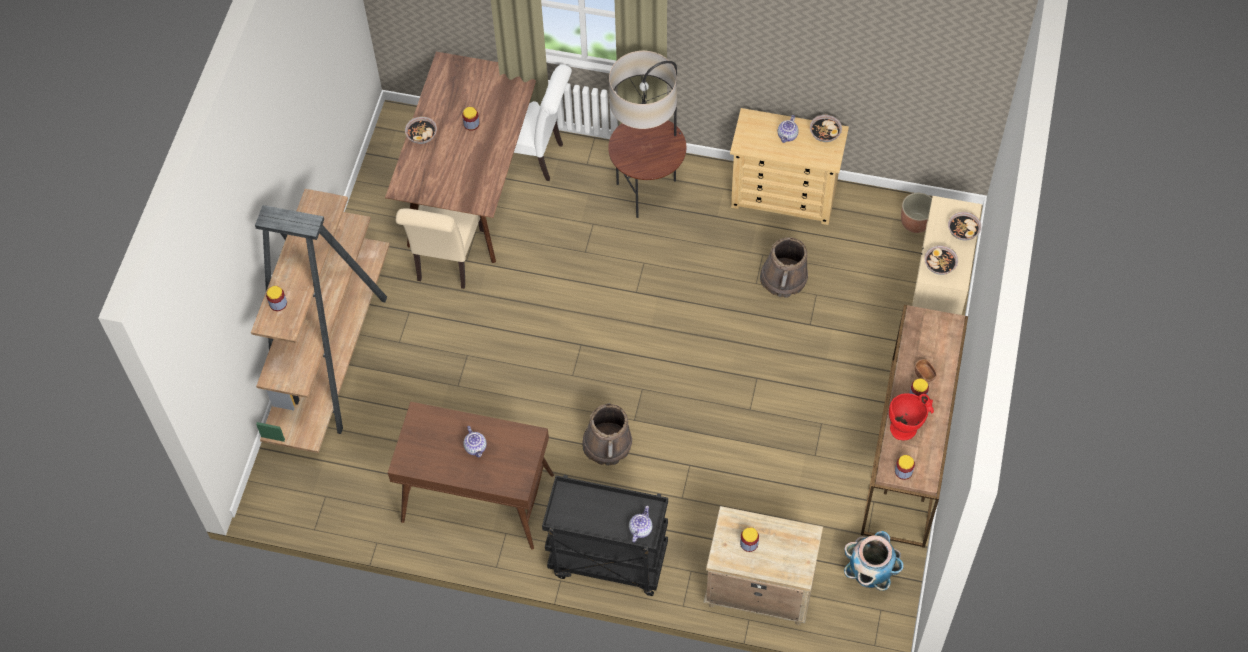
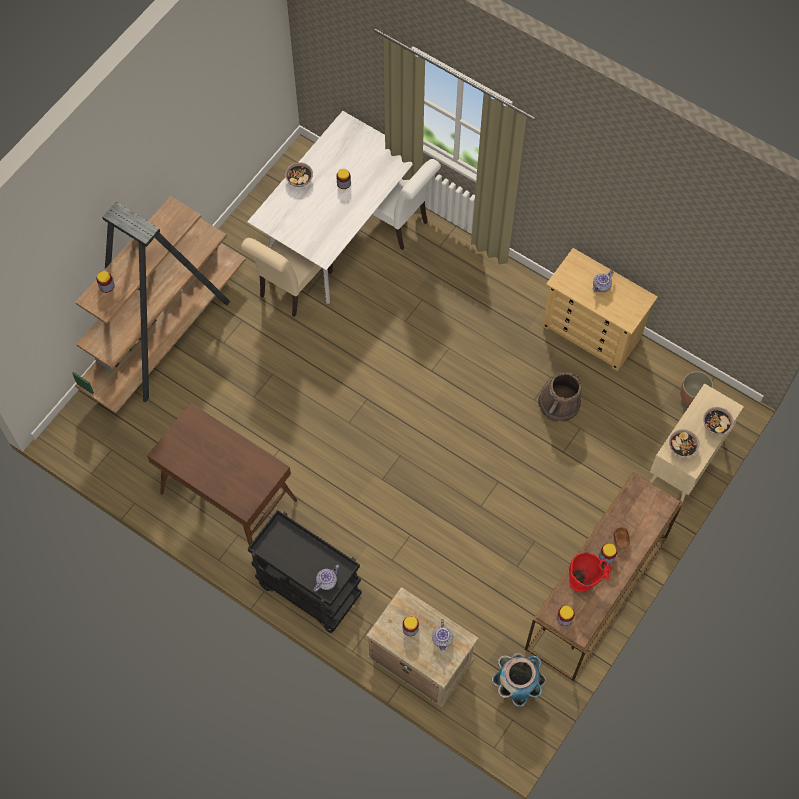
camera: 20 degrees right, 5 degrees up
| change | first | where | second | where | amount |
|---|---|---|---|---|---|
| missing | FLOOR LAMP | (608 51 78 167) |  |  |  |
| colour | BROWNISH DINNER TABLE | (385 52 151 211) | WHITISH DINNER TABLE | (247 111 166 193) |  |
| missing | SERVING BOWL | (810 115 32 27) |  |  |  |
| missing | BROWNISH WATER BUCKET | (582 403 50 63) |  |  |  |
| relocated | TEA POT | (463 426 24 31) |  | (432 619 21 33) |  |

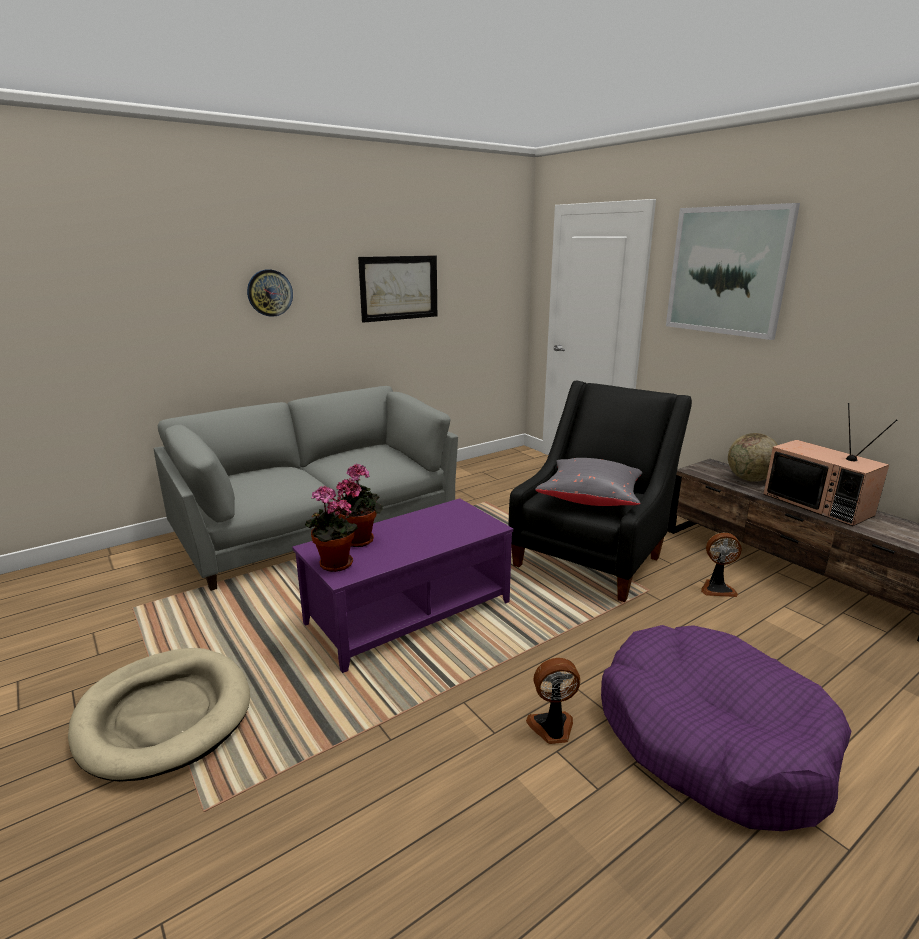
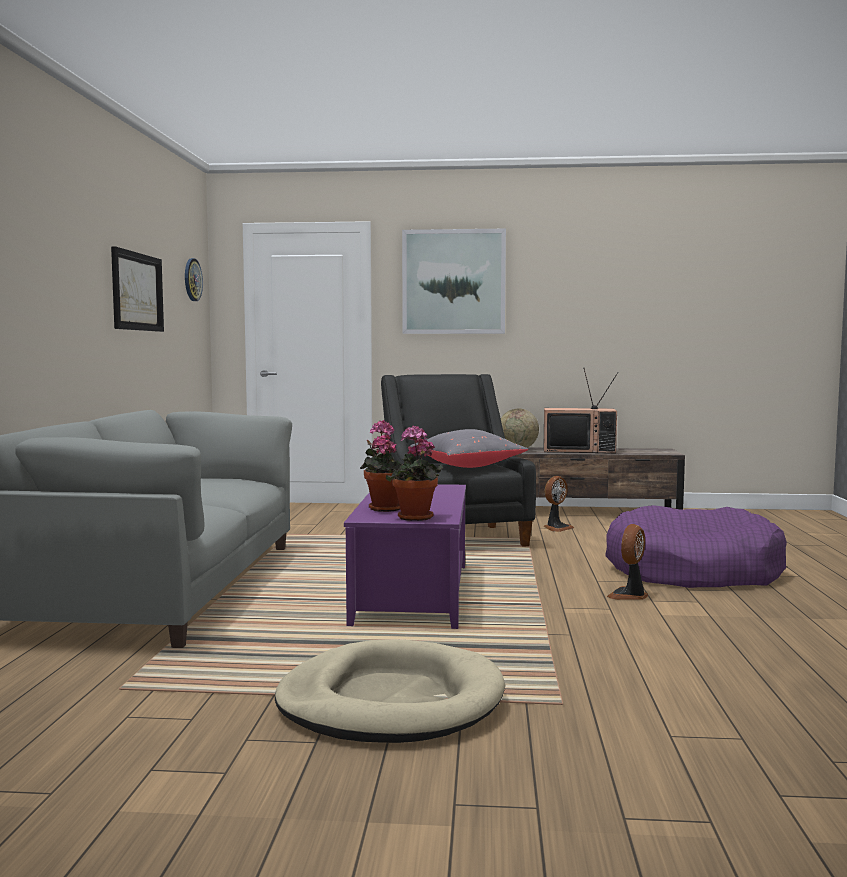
camera: 50 degrees left, 15 degrees down
| change | first | where | second | where | amount |
|---|---|---|---|---|---|
| relocated | HANGING CLOCK | (247 269 46 48) |  | (185 258 18 43) |  |

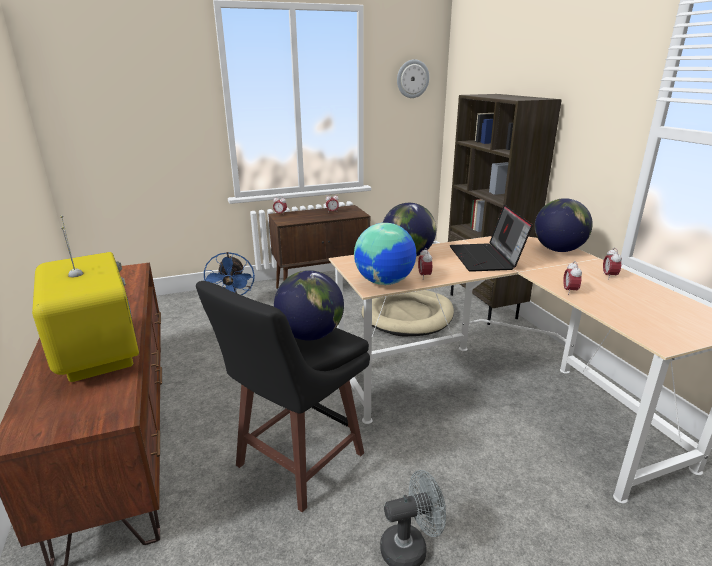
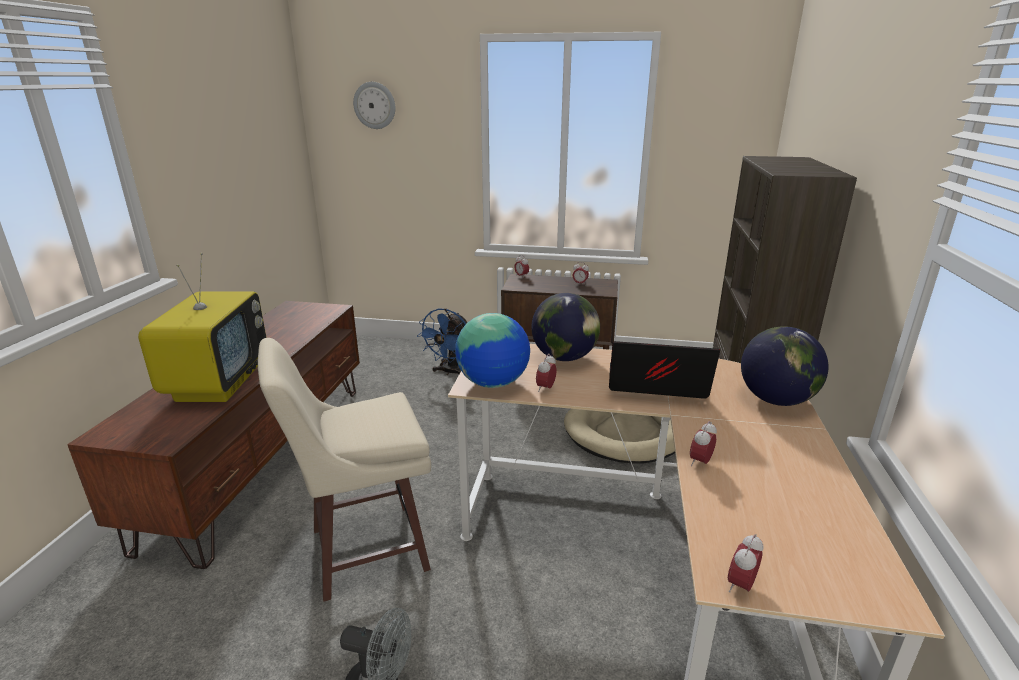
camera: 30 degrees right, 0 degrees up
| change | first | where | second | where | amount |
|---|---|---|---|---|---|
| relocated | HANGING CLOCK | (397 59 32 39) |  | (353 82 42 47) |  |
| spun | PORTABLE COMPUTER | (450 205 83 67) |  | (609 341 111 58) | 75 degrees clockwise |
| relocated | TABLE CLOCK | (603 248 19 32) |  | (728 534 36 58) |  |
| missing | DESK GLOBE | (274 270 70 70) |  |  |  |
| colour | BLACKISH STOOL SEAT | (196 281 174 232) | BEIGE-COLOURED STOOL SEAT | (258 338 173 264) |  |

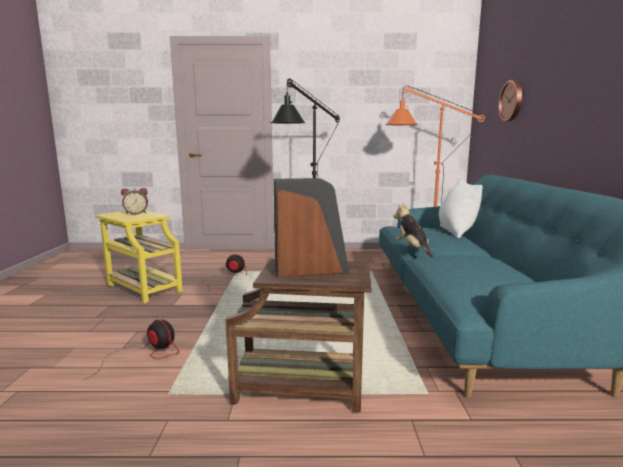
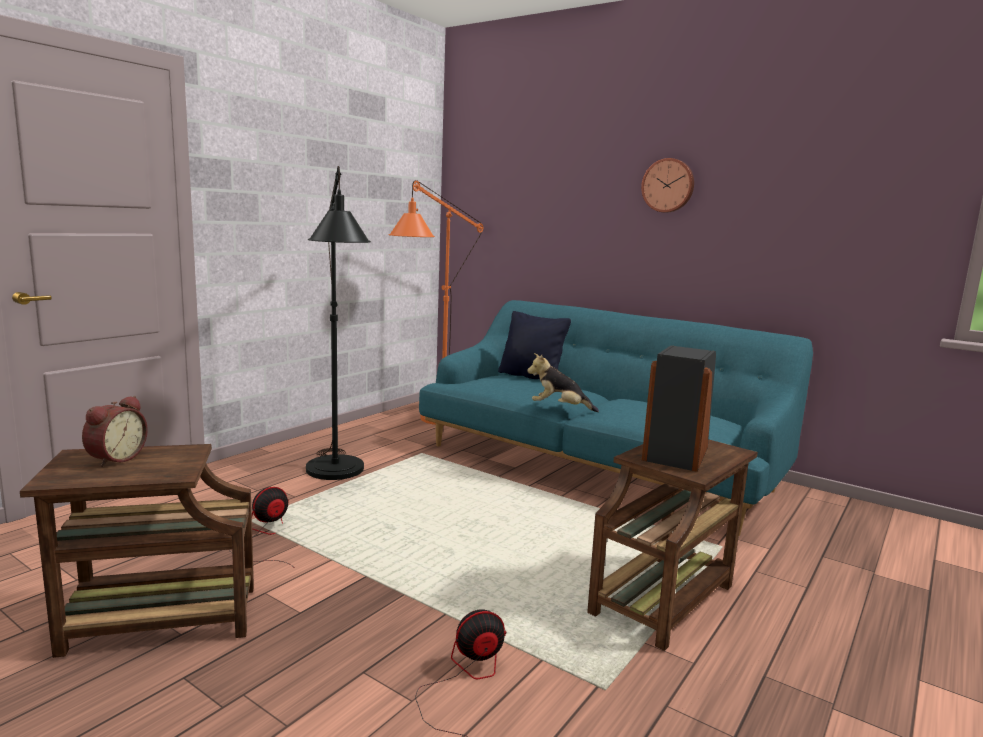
camera: 55 degrees left, 0 degrees up
| change | first | where | second | where | amount |
|---|---|---|---|---|---|
| relocated | HANGING CLOCK | (498 80 24 41) |  | (641 158 53 55) |  |
| colour | WHITISH THROW PILLOW | (439 180 44 58) | BLACKISH THROW PILLOW | (498 311 73 68) |  |
| colour | YELLOW-COLOURED ACCENT TABLE | (95 211 88 92) | BROWNISH ACCENT TABLE | (20 444 234 214) |  |

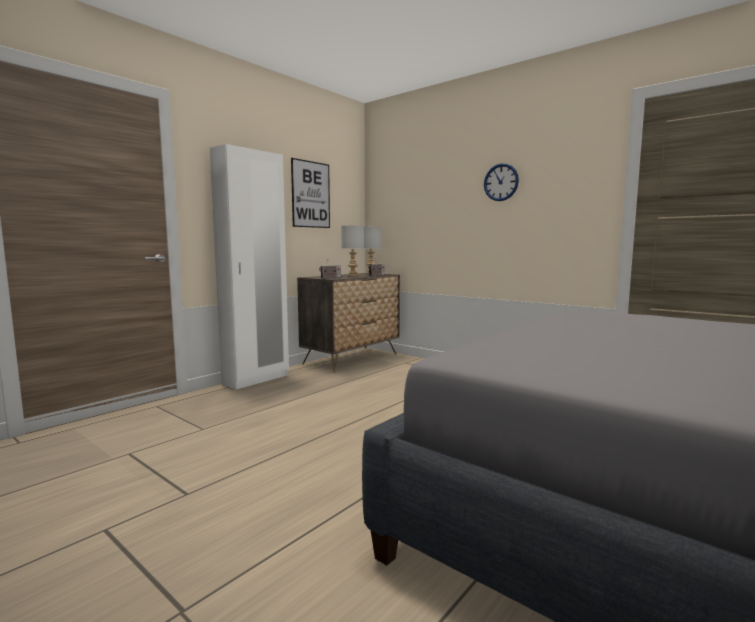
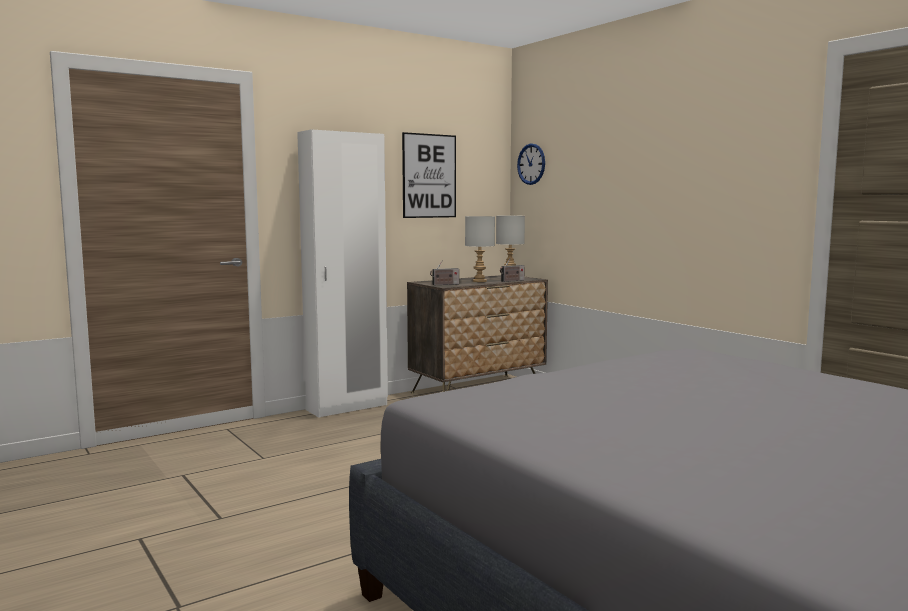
camera: 15 degrees right, 0 degrees up
| change | first | where | second | where | amount |
|---|---|---|---|---|---|
| relocated | HANGING CLOCK | (484 163 35 38) |  | (517 143 28 42) |  |

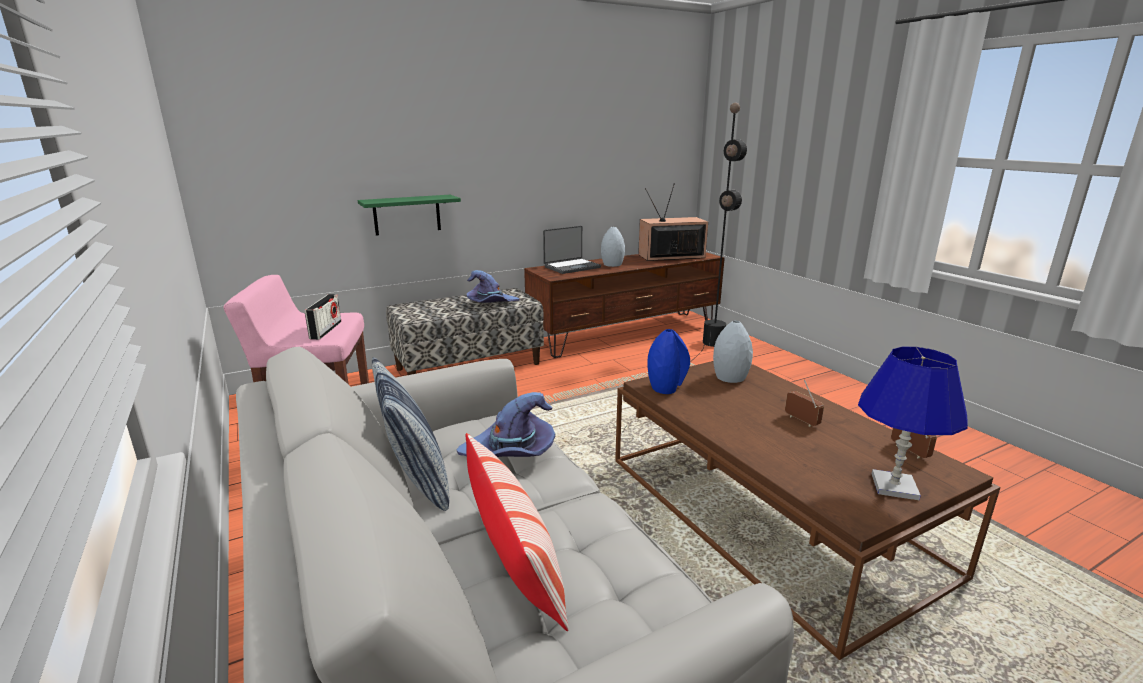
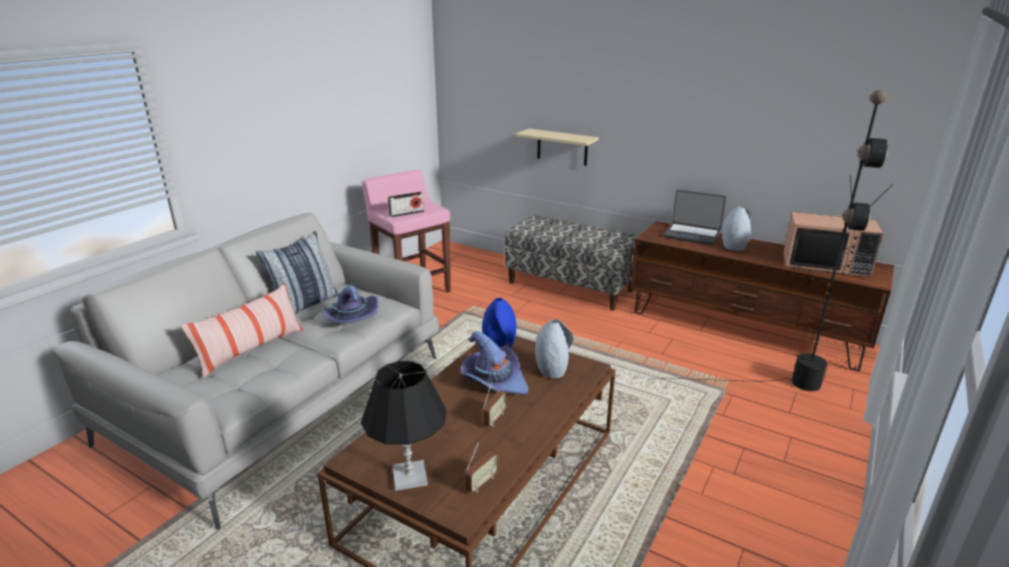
camera: 60 degrees right, 5 degrees up
| change | first | where | second | where | amount |
|---|---|---|---|---|---|
| spun | TV SET | (638 183 70 78) |  | (783 176 110 101) | 150 degrees clockwise |
| colour | GREENISH SHELF | (358 195 103 41) | BEIGE-COLOURED SHELF | (516 129 83 37) |  |
| relocated | PURPLE WEARABLE HAT | (467 270 53 33) |  | (461 331 68 64) |  |
| colour | BLUISH TABLETOP LAMP | (858 347 110 153) | BLACKISH TABLETOP LAMP | (361 361 86 130) |  |

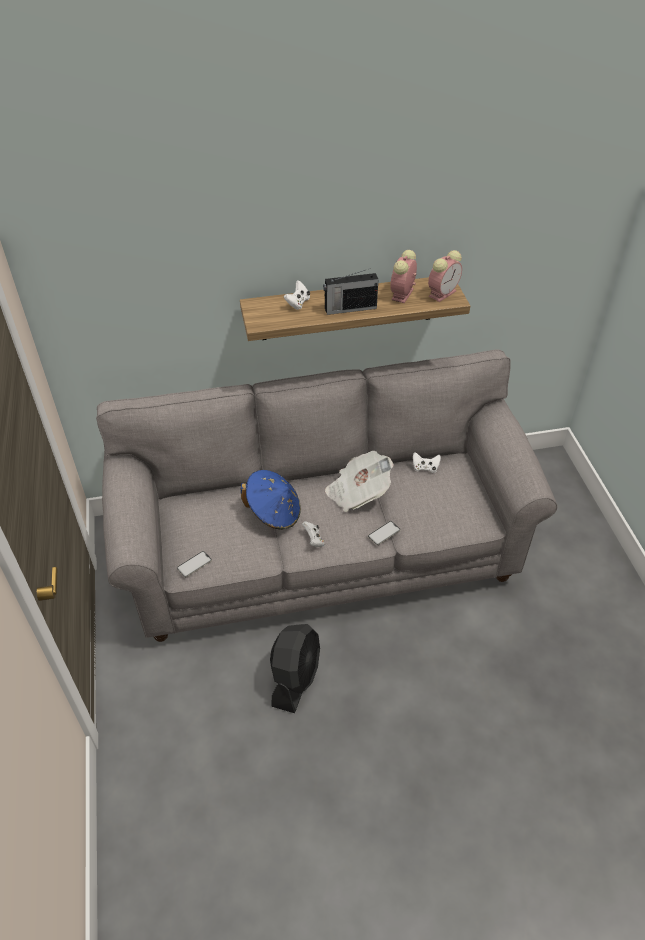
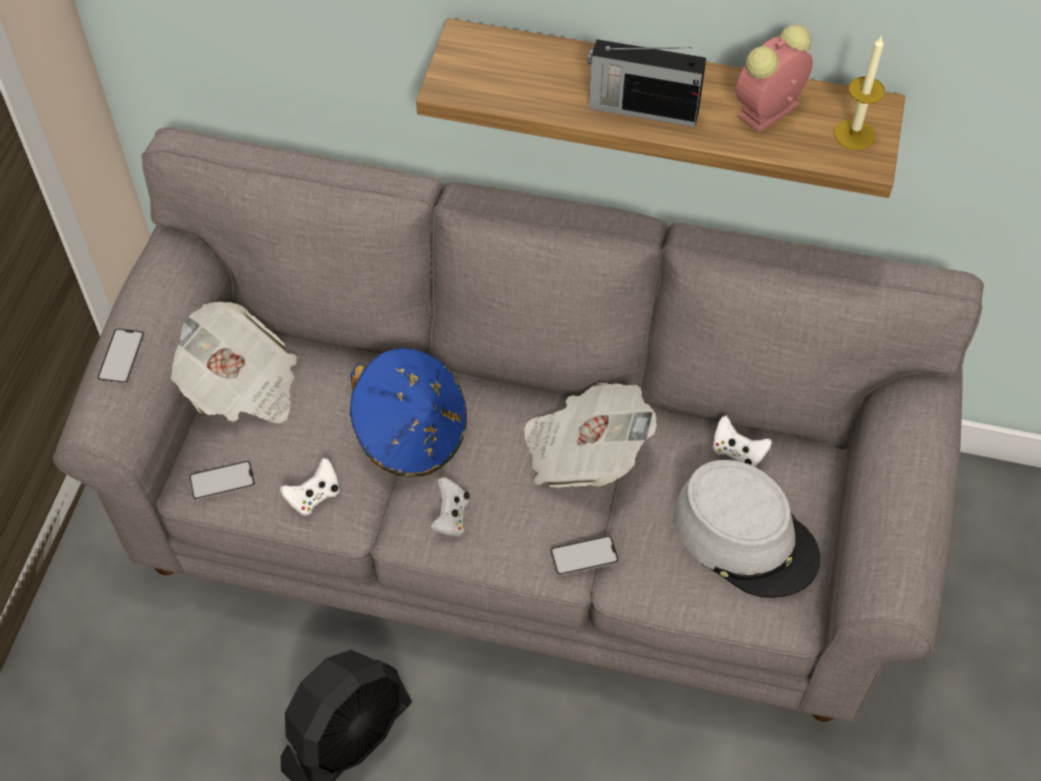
camera: 25 degrees right, 10 degrees up
| change | first | where | second | where | amount |
|---|---|---|---|---|---|
| exchanged | TABLE CLOCK | (428 250 34 52) | CANDLE | (834 35 51 115) |  |
| relocated | WHITISH JOYPAD | (284 280 26 30) |  | (280 458 60 58) |  |
| appeared |  |  | PRINTED PAPER | (171 302 126 122) |  |
| appeared |  |  | HANDSET | (97 328 47 56) |  |
| appeared |  |  | GRAY WEARABLE HAT | (673 460 147 138) |  |

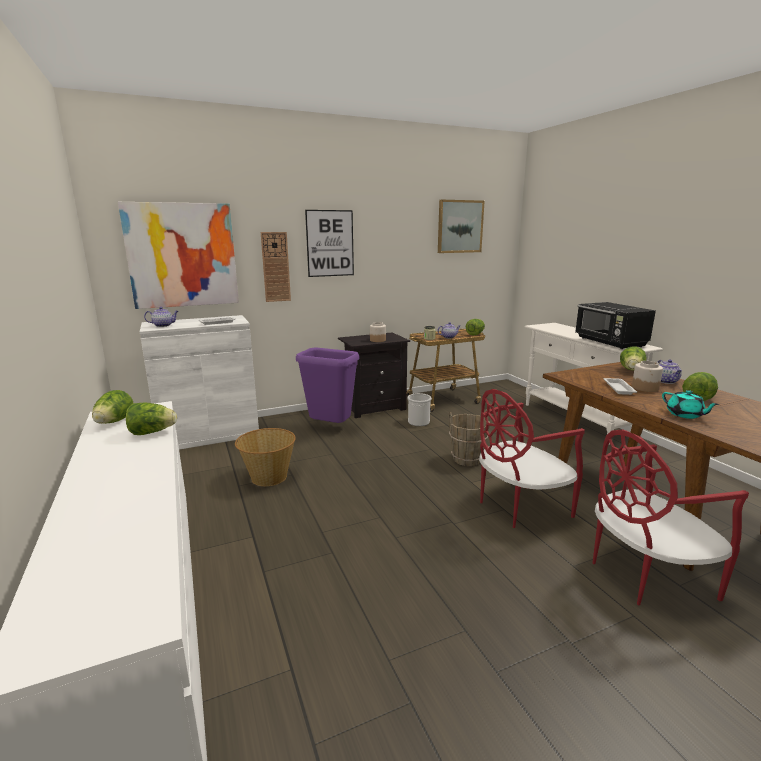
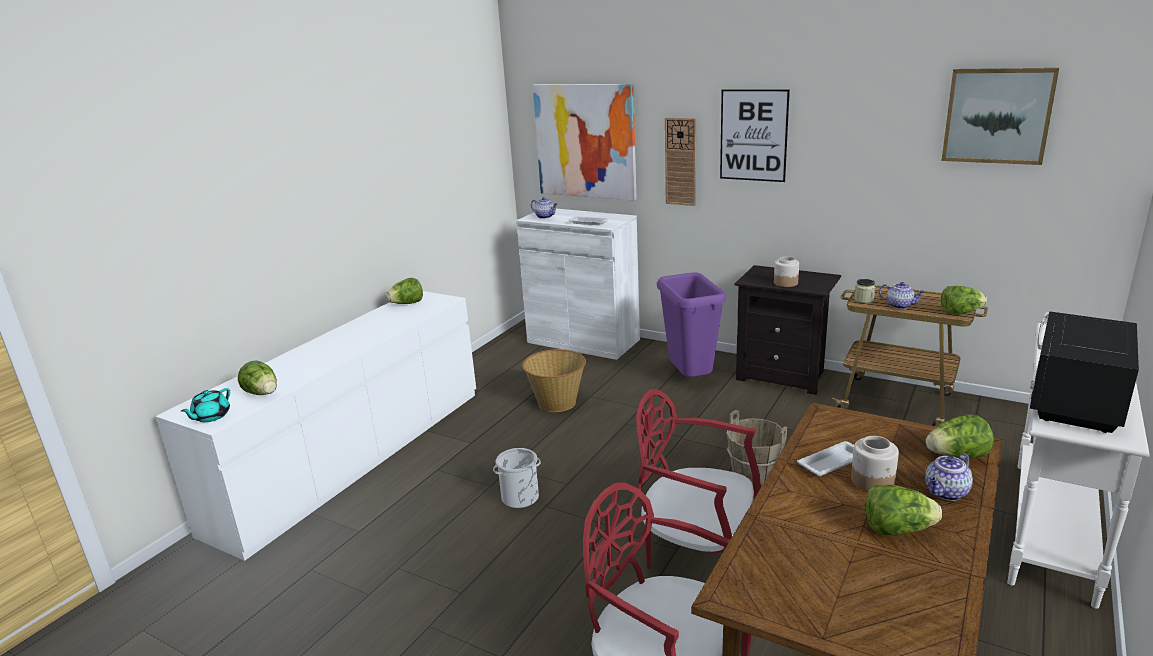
camera: 55 degrees right, 5 degrees up
| change | first | where | second | where | amount |
|---|---|---|---|---|---|
| relocated | TURQUOISE-COLOURED TEA POT | (662 390 57 29) |  | (181 388 49 34) |  |
| relocated | WATER BUCKET | (407 393 25 33) |  | (493 448 48 60) |  |
| relocated | LETTUCE HEAD | (126 403 51 32) |  | (238 360 39 35) |  |

